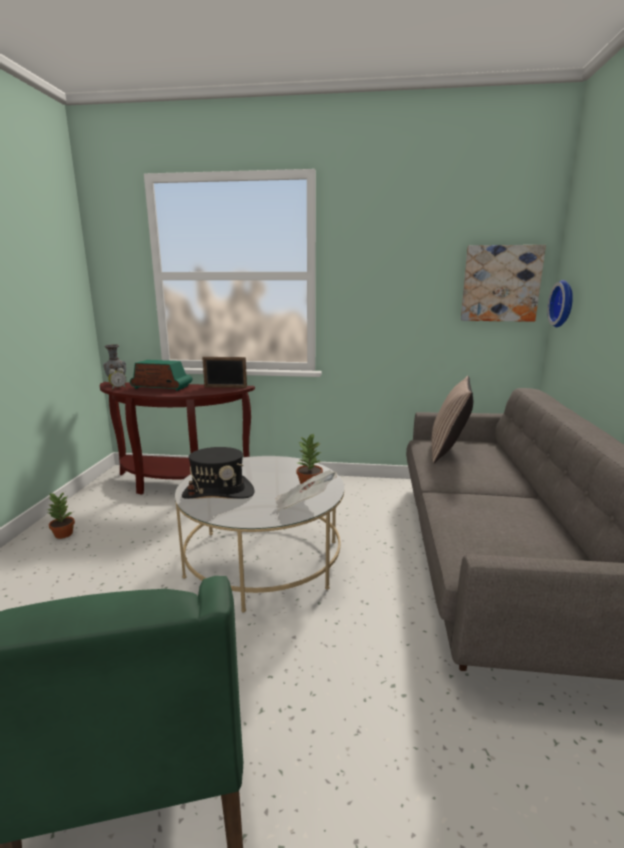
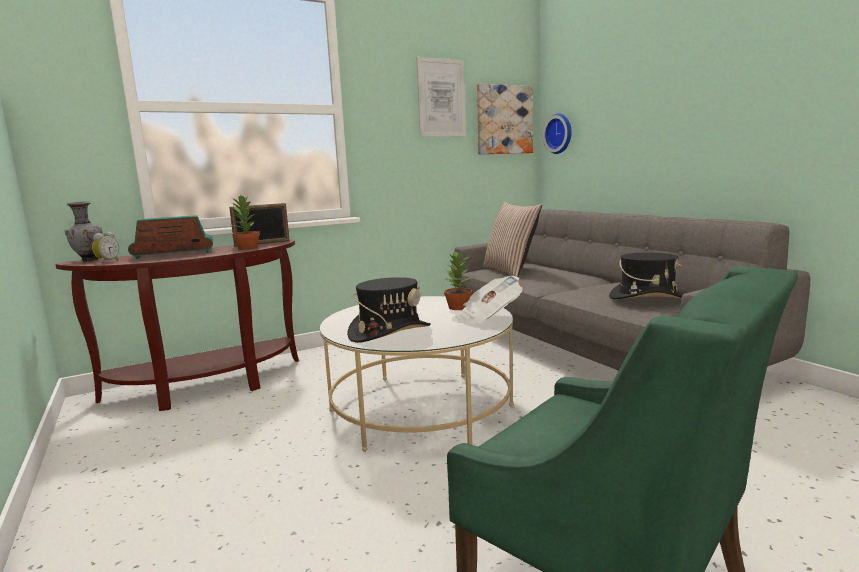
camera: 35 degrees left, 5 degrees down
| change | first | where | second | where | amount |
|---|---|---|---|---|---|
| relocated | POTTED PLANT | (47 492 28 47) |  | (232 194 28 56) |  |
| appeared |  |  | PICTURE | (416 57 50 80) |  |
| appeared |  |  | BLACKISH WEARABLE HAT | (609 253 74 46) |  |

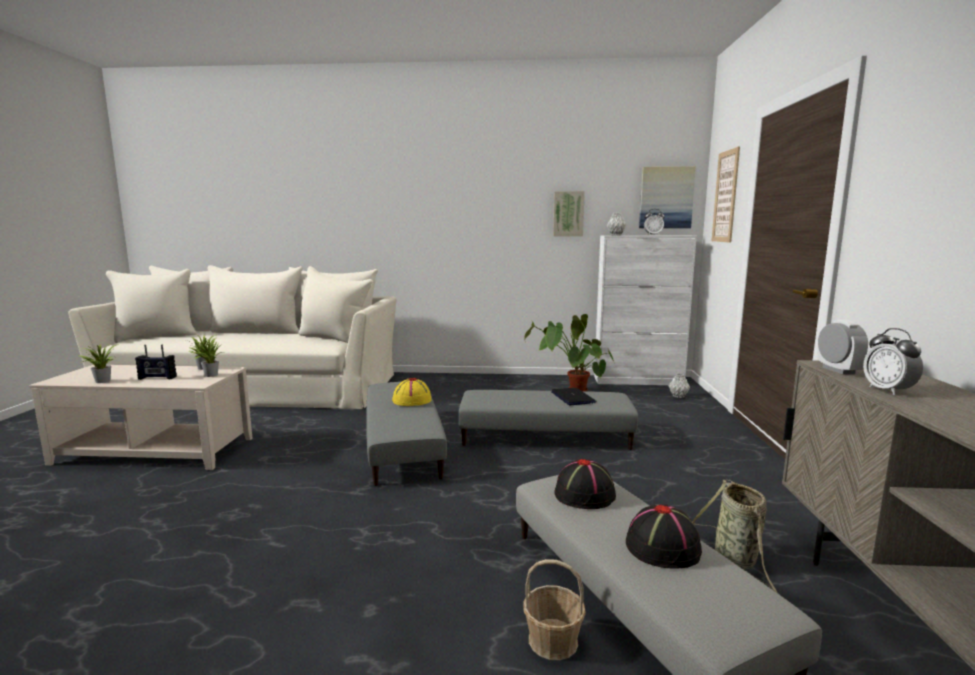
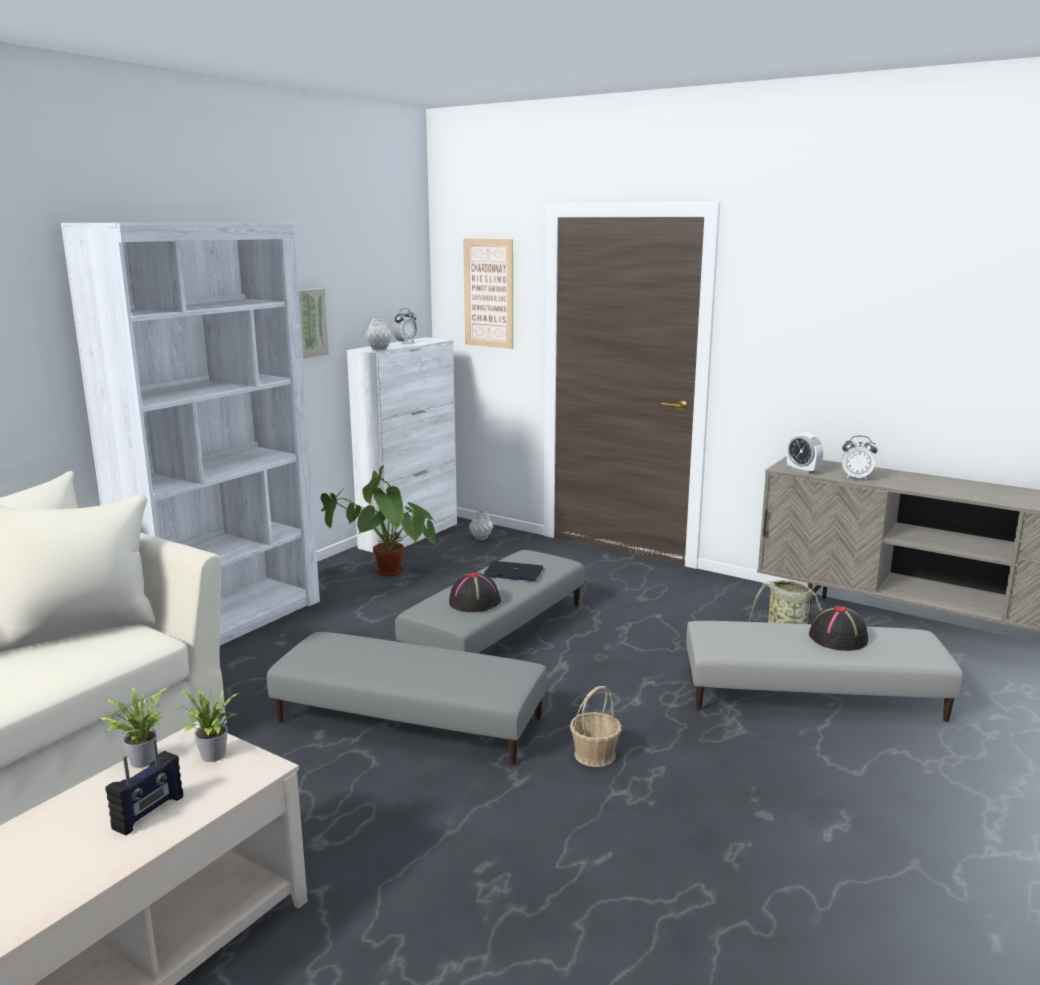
camera: 60 degrees left, 5 degrees up
| change | first | where | second | where | amount |
|---|---|---|---|---|---|
| missing | PICTURE | (639 166 57 62) |  |  |  |
| spun | TABLE CLOCK | (818 320 50 54) |  | (787 432 36 42) | 150 degrees counterclockwise |
| missing | POTTED PLANT | (77 344 42 39) |  |  |  |
| missing | YELLOW-COLOURED WEARABLE HAT | (392 378 40 28) |  |  |  |
| relocated | BLACKISH WEARABLE HAT | (554 459 62 50) |  | (449 573 52 39) |  |
| relocated | HOUSEHOLD BASKET | (523 559 63 101) |  | (570 686 52 81) |  |
| appeared |  |  | WHITISH BOOKCASE | (61 223 259 422) |  |

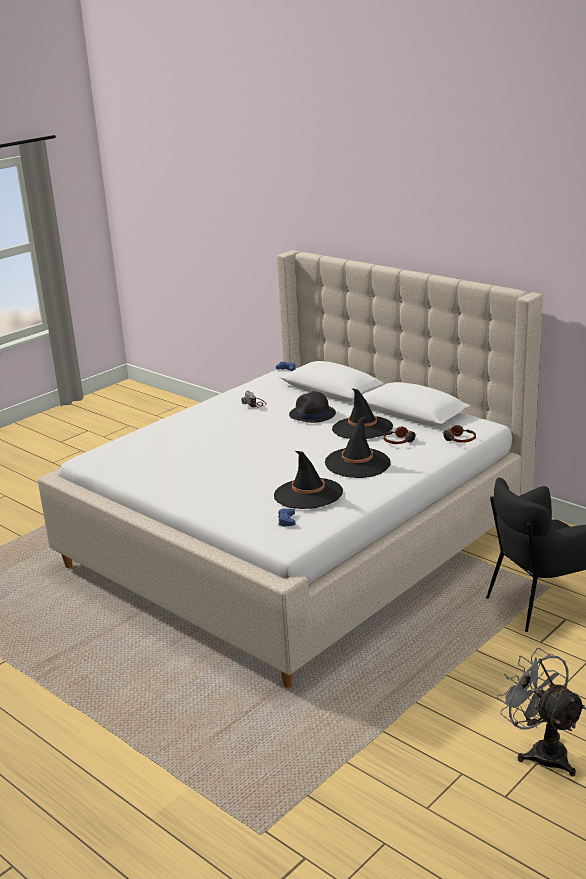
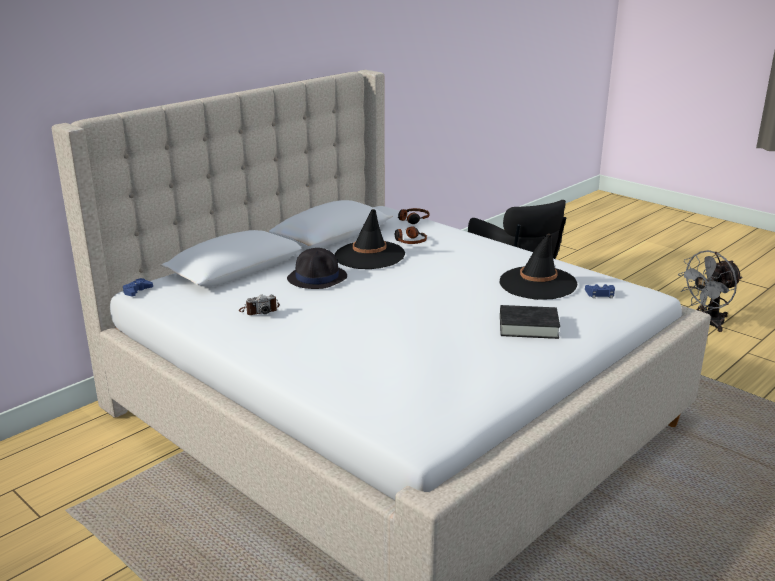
camera: 90 degrees left, 0 degrees up
| change | first | where | second | where | amount |
|---|---|---|---|---|---|
| missing | BLACKISH WEARABLE HAT | (325 416 65 62) |  |  |  |
| appeared |  |  | BLACKISH BOUND BOOK | (500 305 60 34) |  |

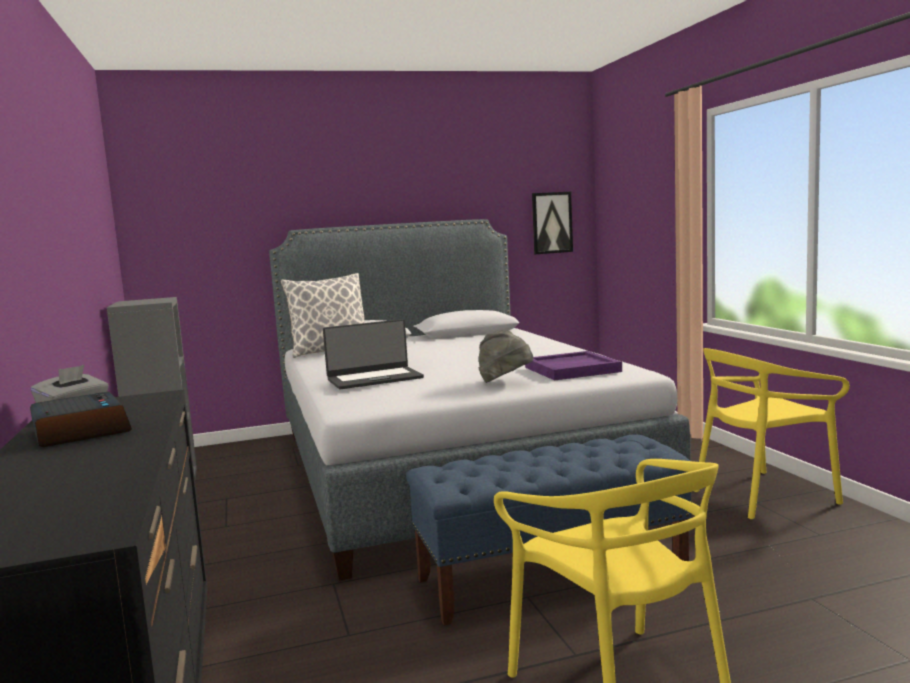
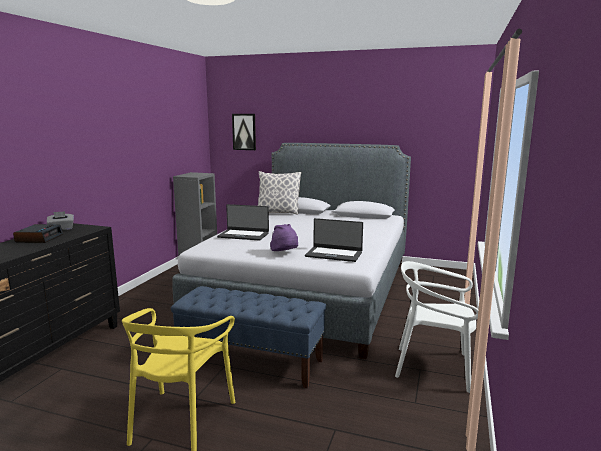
camera: 35 degrees right, 5 degrees up
| change | first | where | second | where | amount |
|---|---|---|---|---|---|
| relocated | PICTURE | (532 192 41 62) |  | (232 114 24 36) |  |
| colour | GRAY WEARABLE HAT | (479 330 54 53) | PURPLE WEARABLE HAT | (270 224 28 27) |  |
| colour | YELLOW-COLOURED PLAIN CHAIR | (695 348 155 171) | WHITISH PLAIN CHAIR | (395 261 83 132) |  |
| exchanged | PURPLE SERVING TRAY | (525 351 97 29) | PORTABLE COMPUTER | (305 218 58 44) |  |

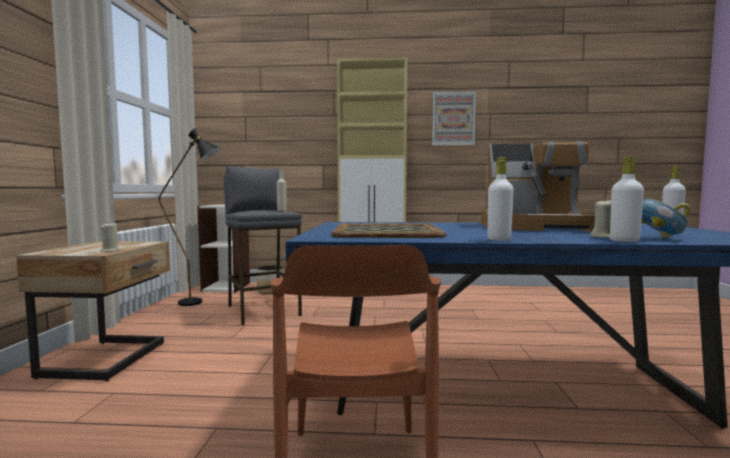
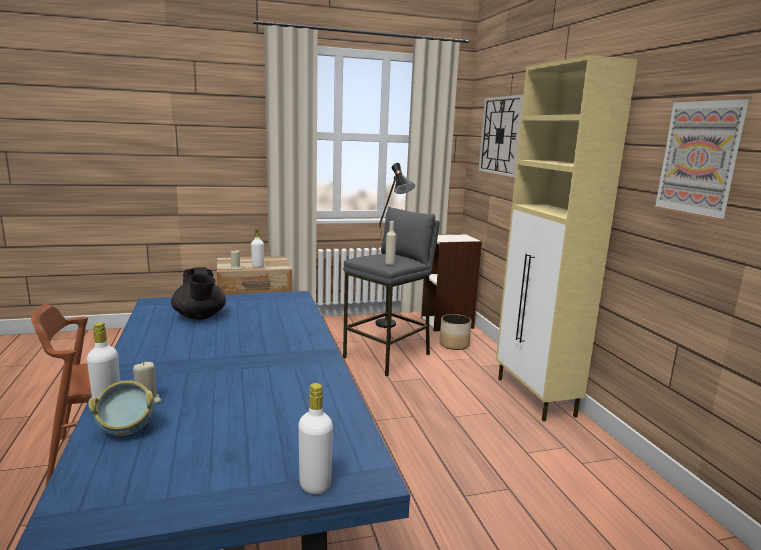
camera: 70 degrees right, 10 degrees up
| change | first | where | second | where | amount |
|---|---|---|---|---|---|
| missing | COFFEE BREWER | (481 142 114 90) |  |  |  |
| relocated | WHITISH BOTTLE | (488 157 25 84) |  | (251 229 13 39) |  |
| exchanged | SERVING TRAY | (331 223 115 15) | BLACKISH TEA POT | (171 267 55 53) |  |
| appeared |  |  | HANGING CLOCK | (478 95 45 82) |  |

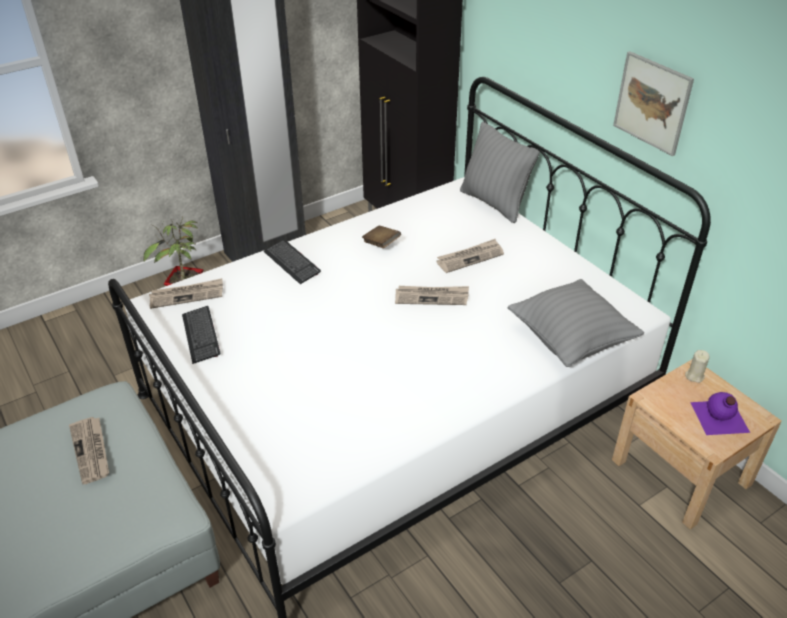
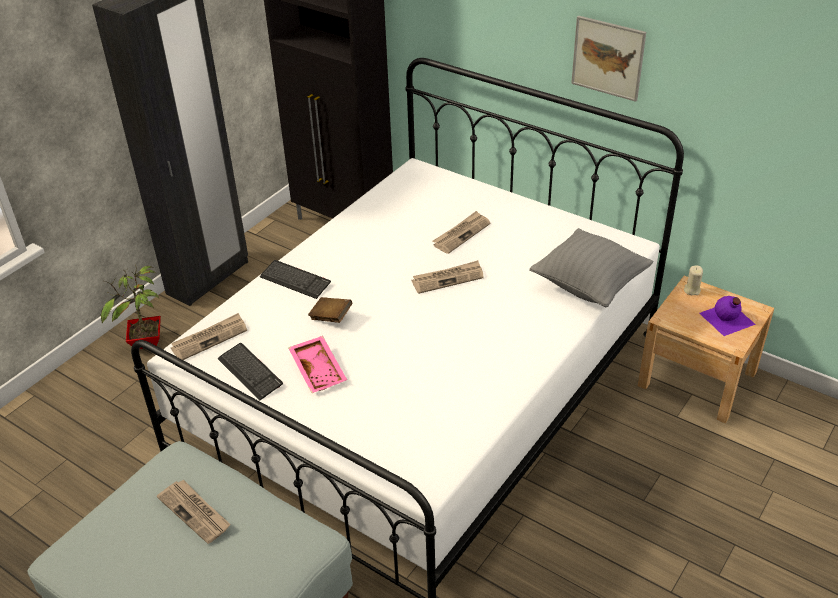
camera: 20 degrees left, 0 degrees up
| change | first | where | second | where | amount |
|---|---|---|---|---|---|
| missing | GRAY THROW PILLOW | (460 122 80 101) |  |  |  |
| relocated | BROWNISH BOUND BOOK | (362 226 39 22) |  | (308 297 44 26) |  |
| appeared |  |  | PINK SERVING TRAY | (289 336 58 57) |  |

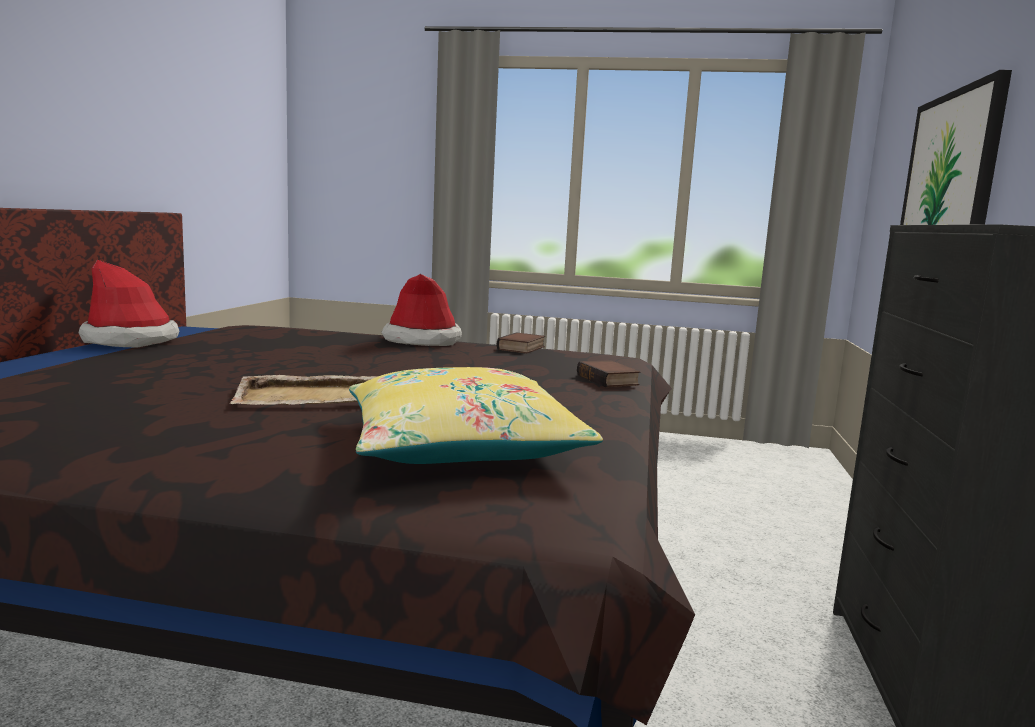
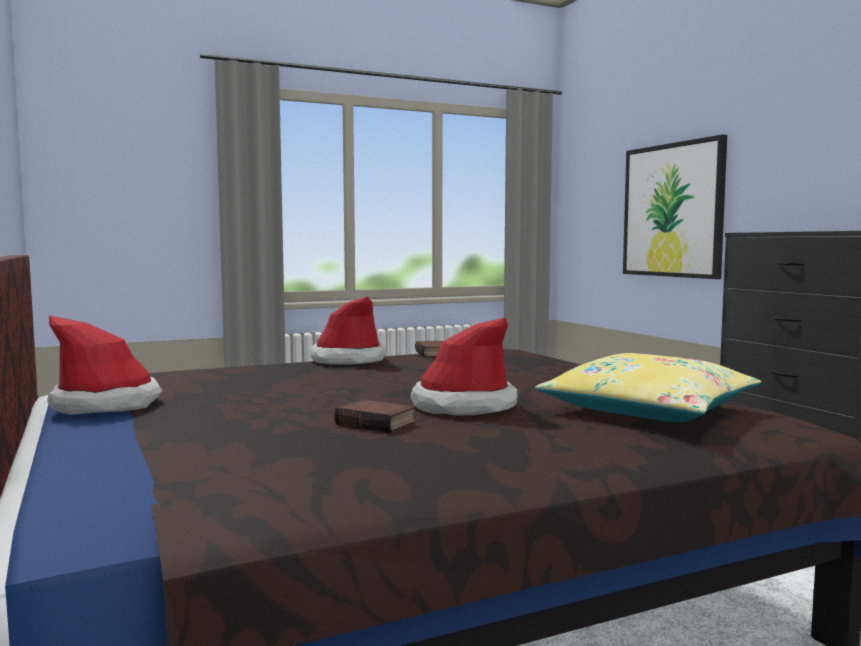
camera: 35 degrees left, 5 degrees down
| change | first | where | second | where | amount |
|---|---|---|---|---|---|
| relocated | BOUND BOOK | (577 360 63 27) |  | (334 399 82 34) |  |
| exchanged | BEIGE-COLOURED SERVING TRAY | (230 375 148 30) | WEARABLE HAT | (410 317 107 99) |  |

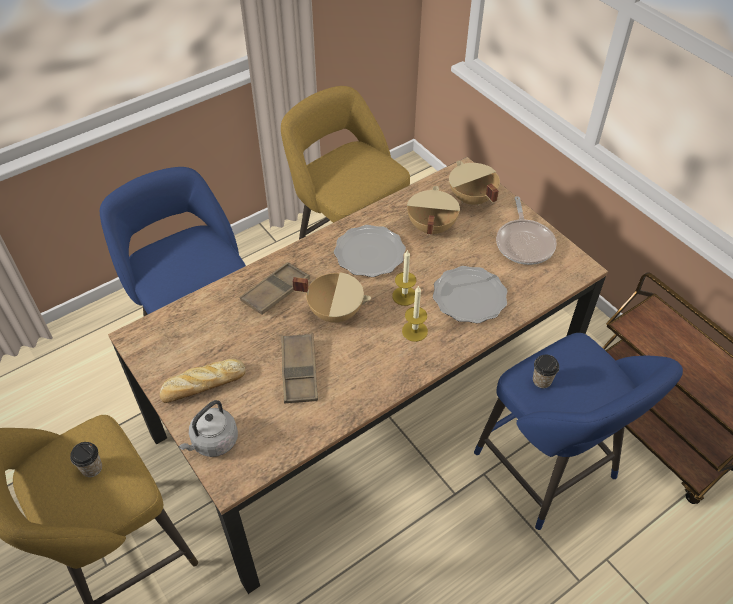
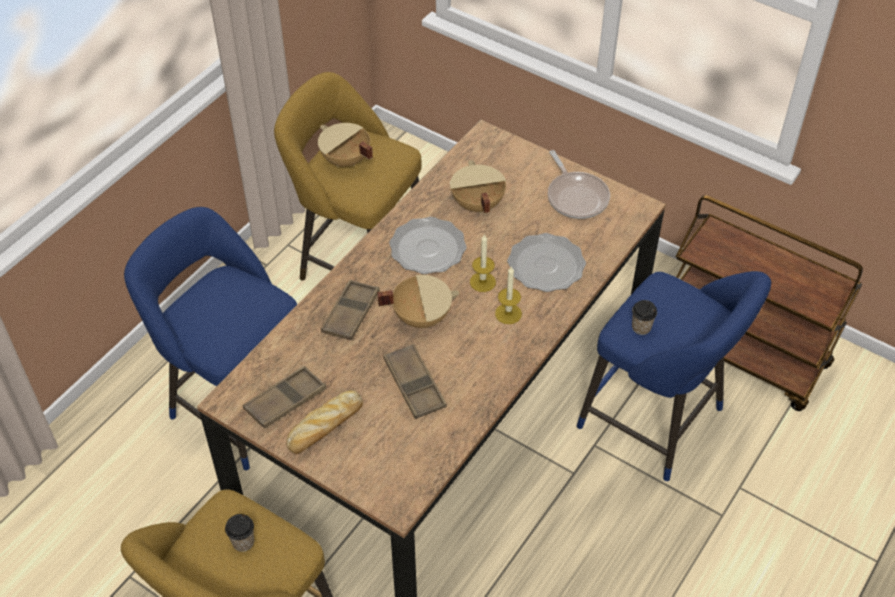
camera: 20 degrees left, 0 degrees up
| change | first | where | second | where | amount |
|---|---|---|---|---|---|
| relocated | BEIGE-COLOURED SAUCEPOT | (449 161 51 45) |  | (318 123 55 44) |  |
| missing | GRAY TEA KETTLE | (178 400 60 57) |  |  |  |
| appeared |  |  | BROWNISH SERVING TRAY | (243 366 83 63) |  |

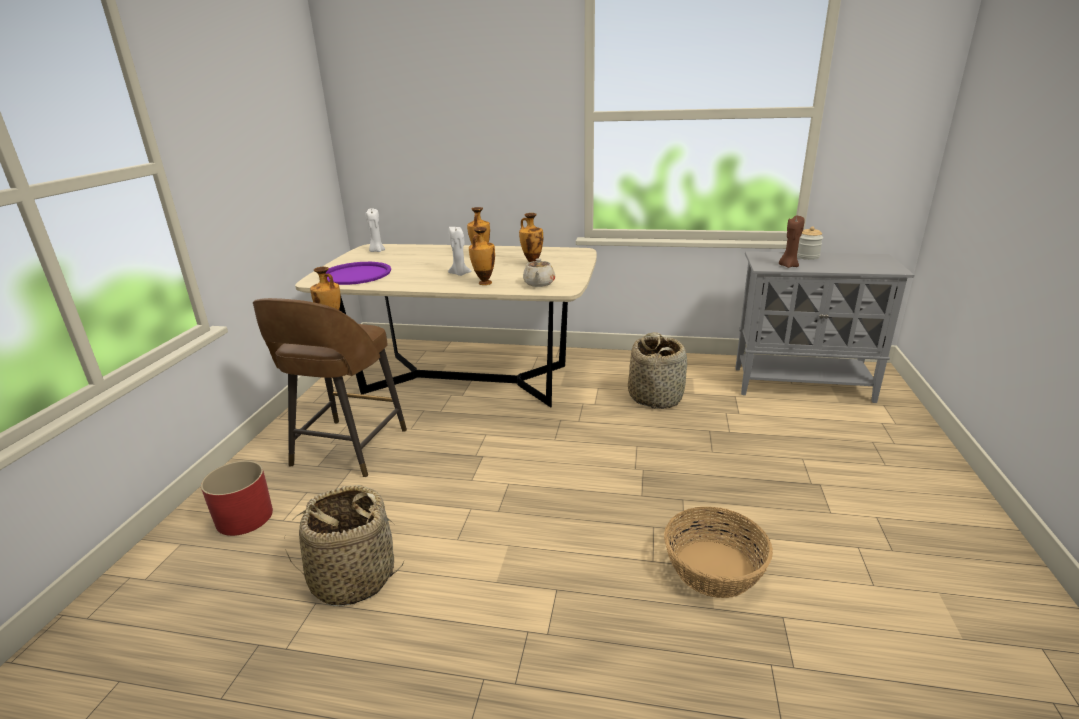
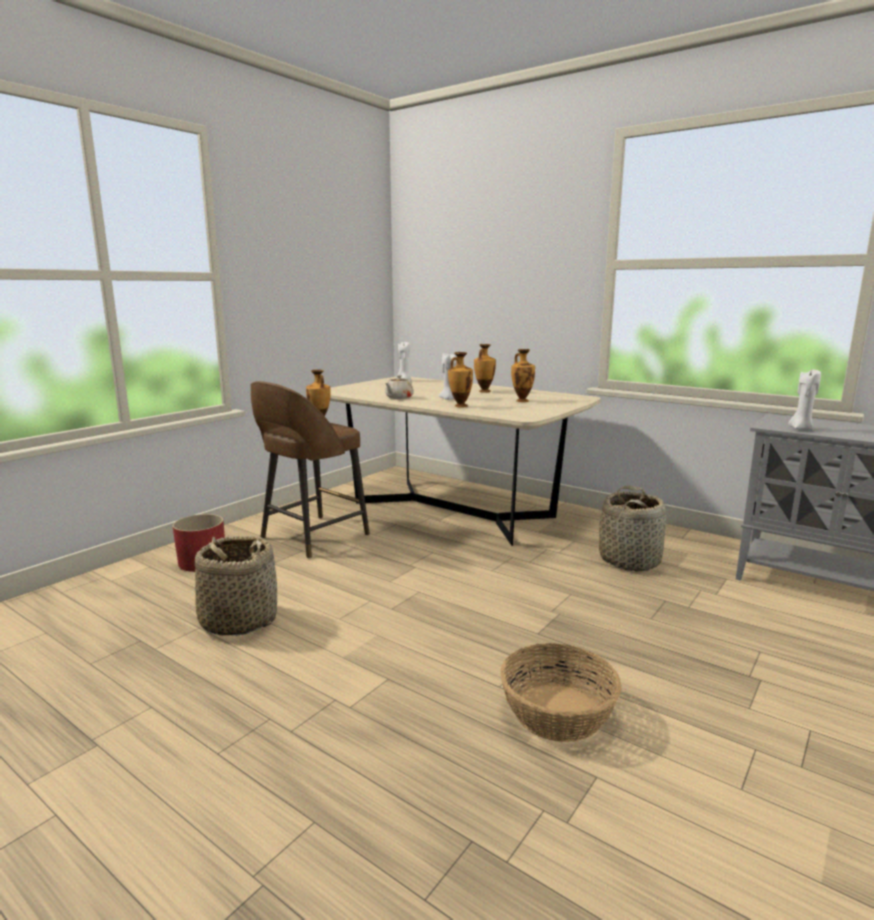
camera: 25 degrees right, 10 degrees down
| change | first | where | second | where | amount |
|---|---|---|---|---|---|
| colour | BROWNISH CANDLE | (779 216 26 52) | WHITISH CANDLE | (788 370 33 60) |  |
| missing | PRESERVE JAR | (797 226 26 34) |  |  |  |
| relocated | BEIGE-COLOURED TEA POT | (523 258 32 29) |  | (385 375 29 24) |  |
| missing | PURPLE SERVING TRAY | (326 262 65 23) |  |  |  |

